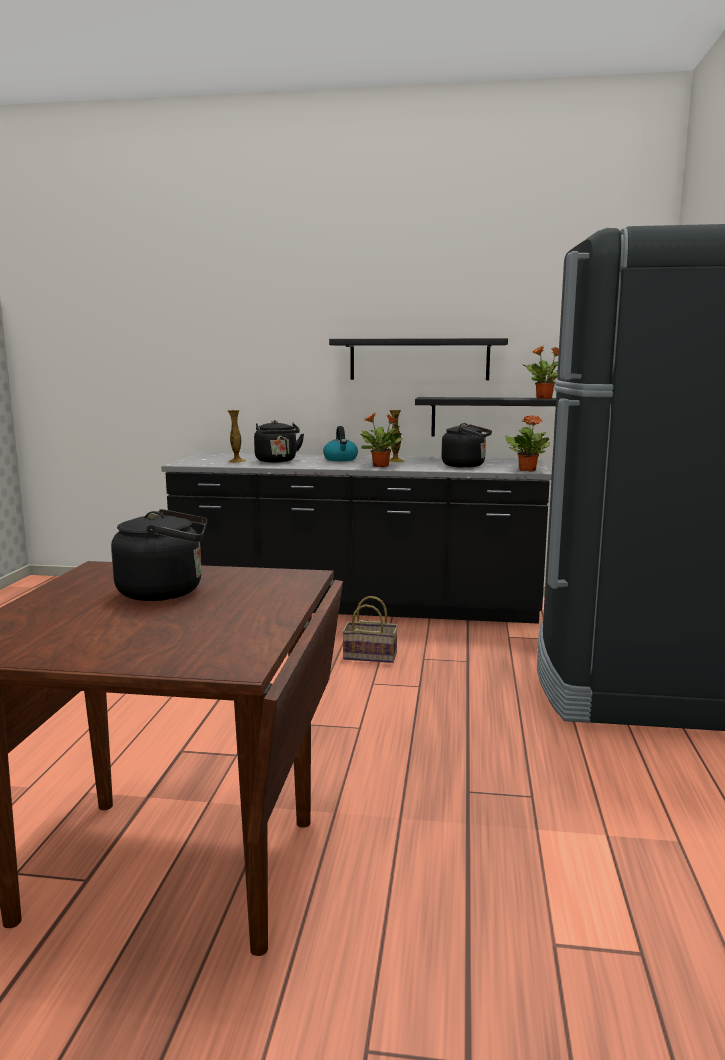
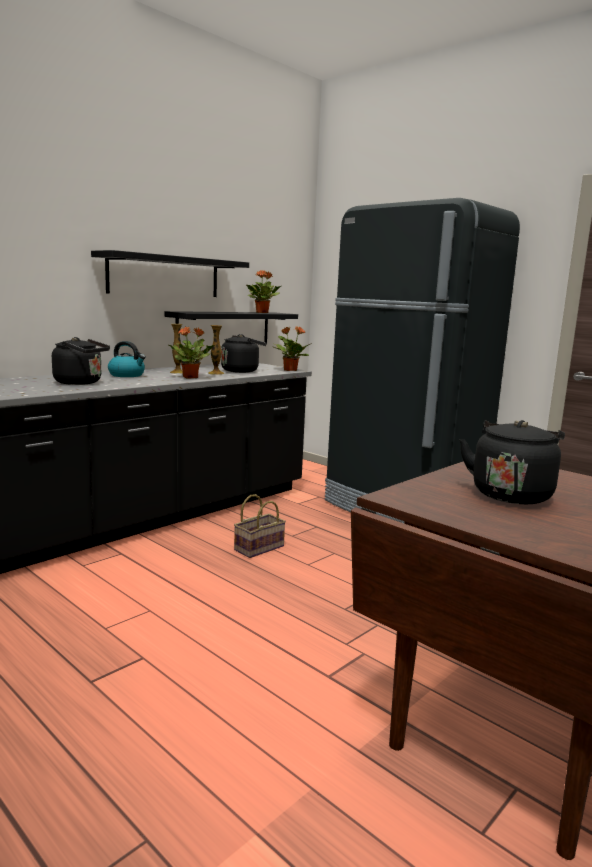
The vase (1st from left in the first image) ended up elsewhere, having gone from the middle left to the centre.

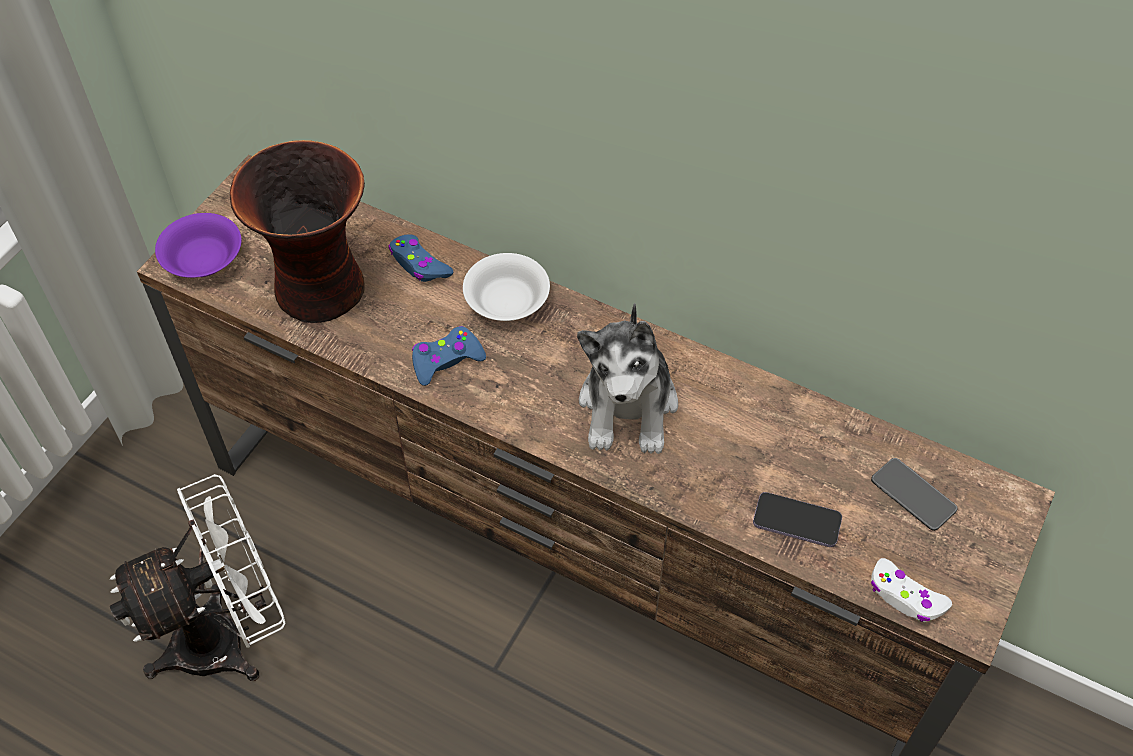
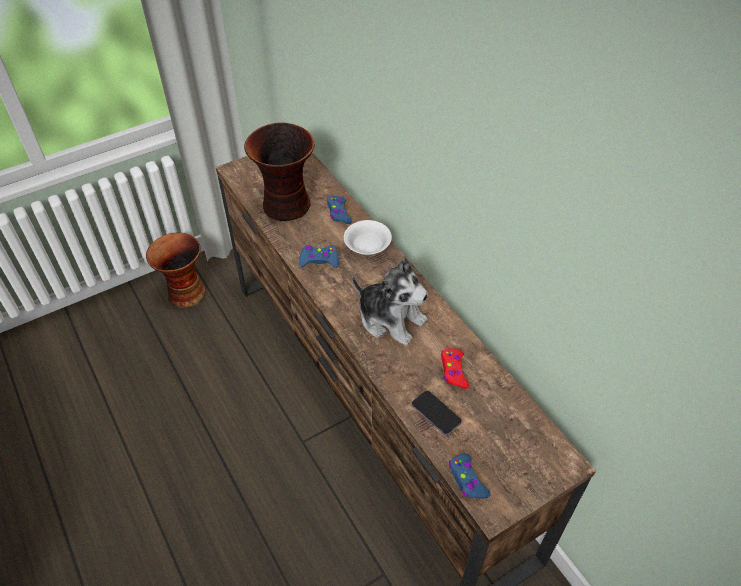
The second view lost the white fan at the bottom left.
The second view lost the purple bowl at the top left.
The second view lost the phone (2nd from left) at the middle right.
The second view gained the vase (1st from left) at the middle left.
The second view gained the red game controller at the centre.
What was the white game controller at the bottom right turned into the blue game controller (3rd from left) at the bottom centre.
The plush toy at the centre ended up facing another way, 90 degrees counterclockwise from before.

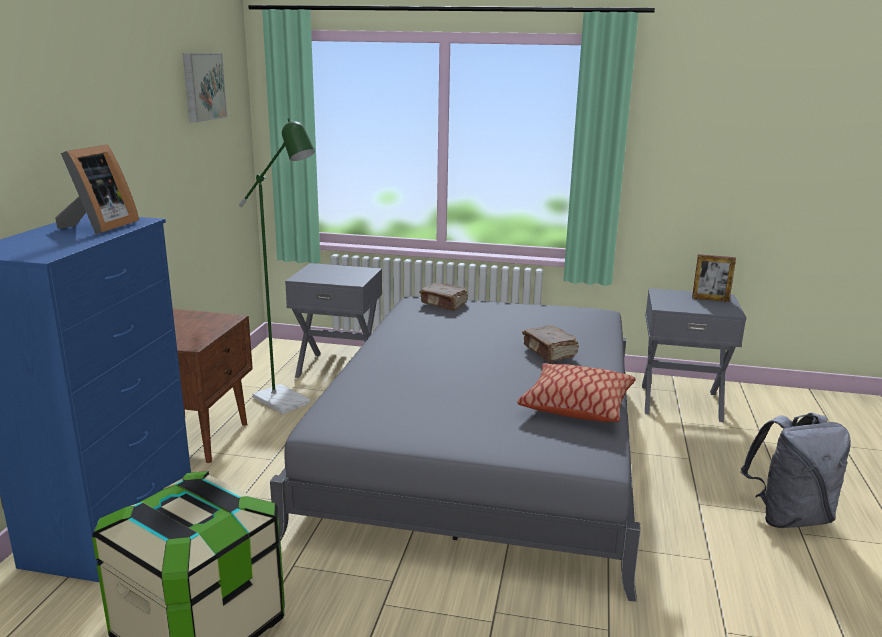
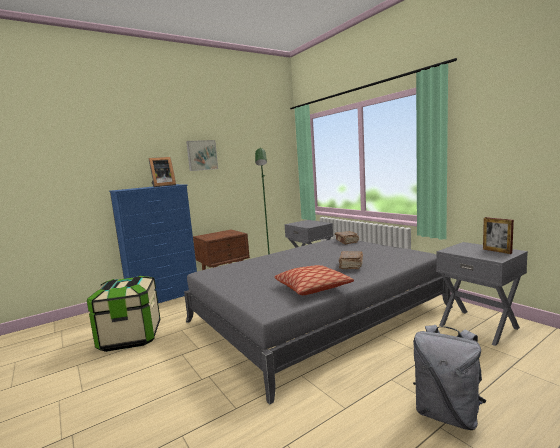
The picture ended up elsewhere, having gone from the top left to the centre.

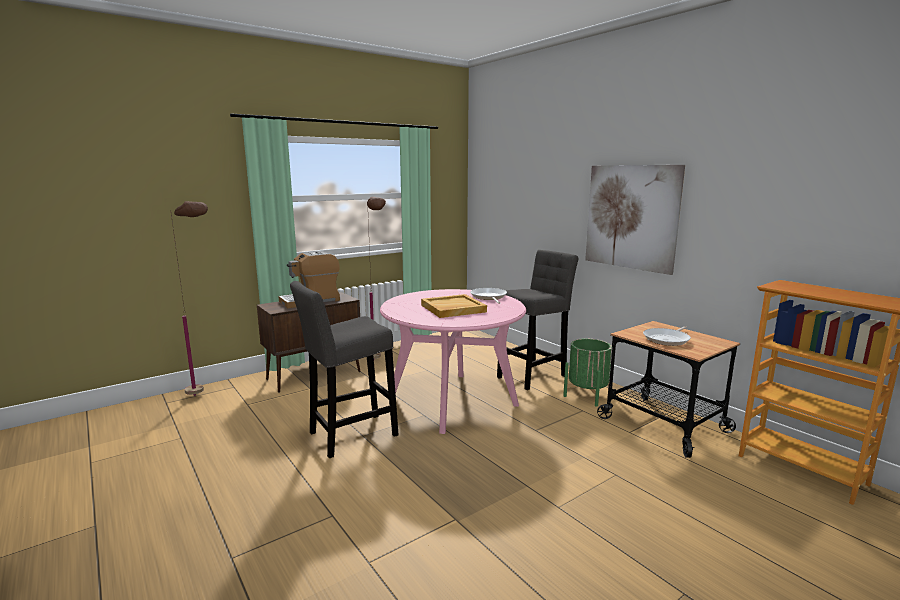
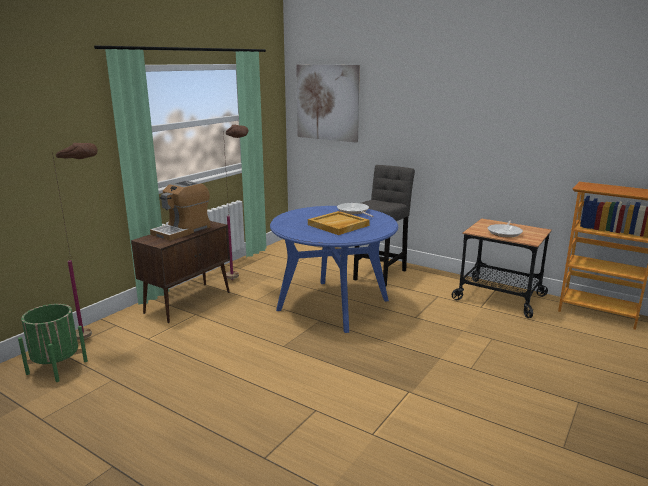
The second view lost the grey stool (1st from left) at the centre.
The green planter ended up elsewhere, having gone from the centre to the bottom left.
The picture ended up elsewhere, having gone from the middle right to the top centre.
What was the pink dining table at the centre turned into the blue dining table at the centre.

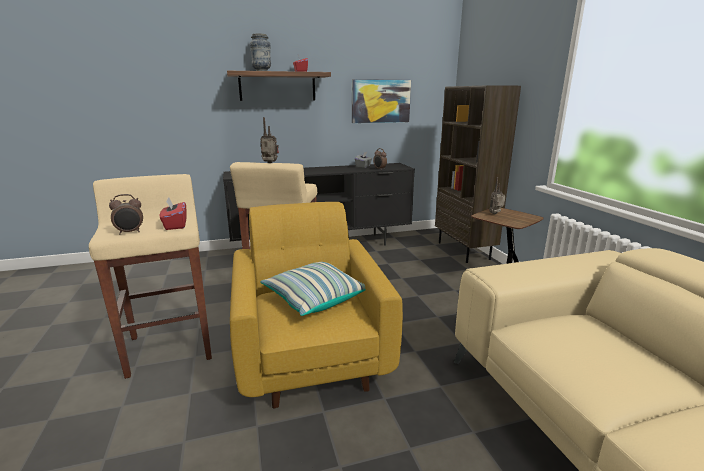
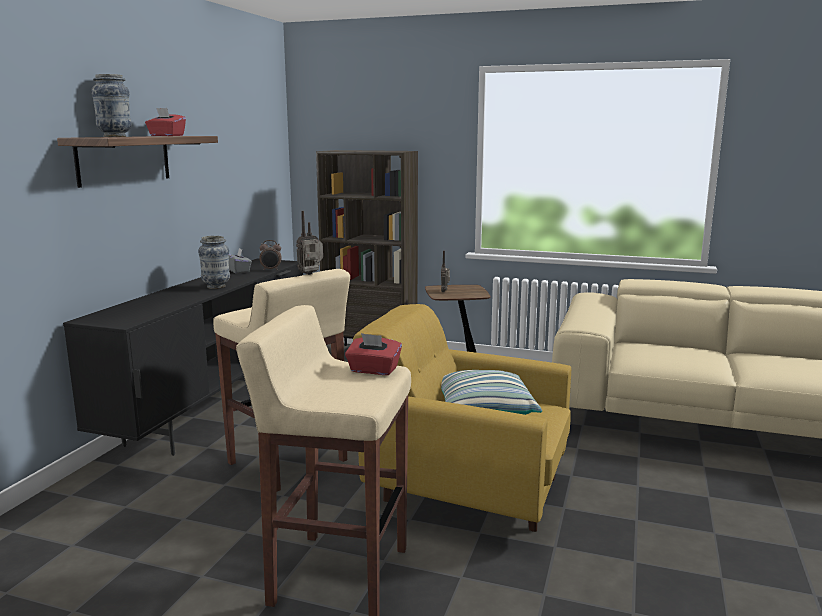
The second view lost the alarm clock (1st from left) at the middle left.
The second view lost the picture at the top centre.
The second view gained the vase (2nd from left) at the middle left.

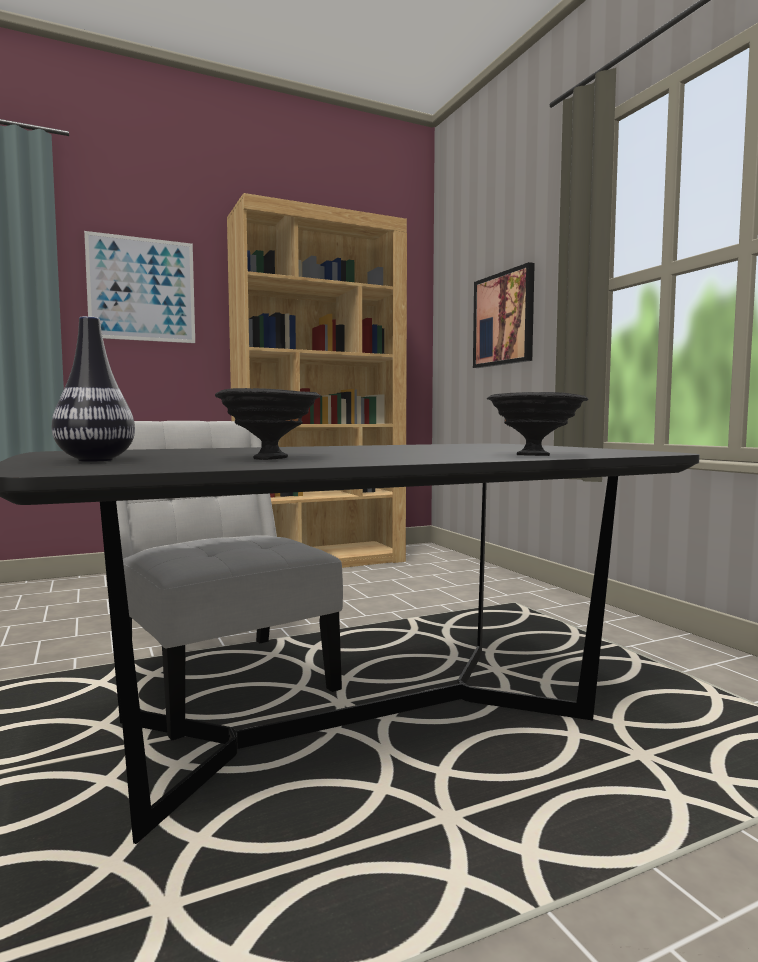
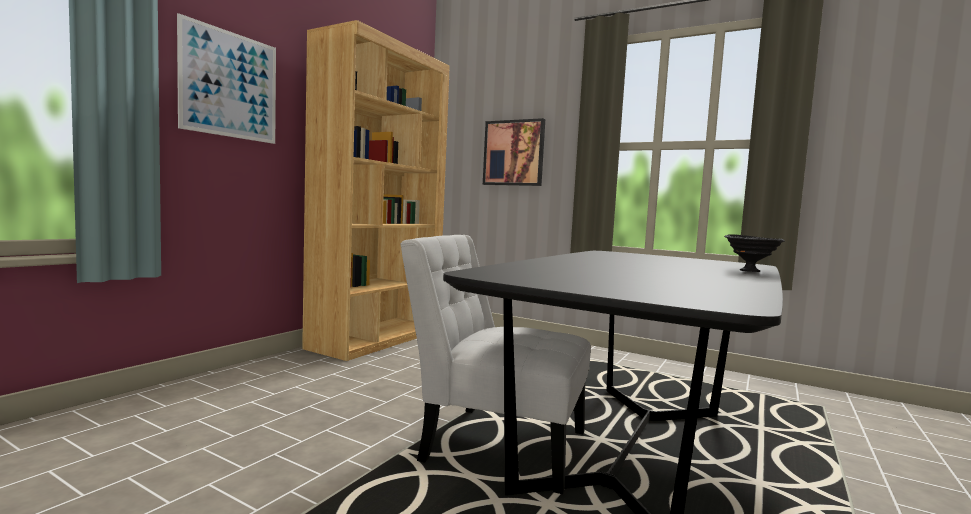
The second view lost the vase at the middle left.
The second view lost the black bowl (1st from left) at the centre.

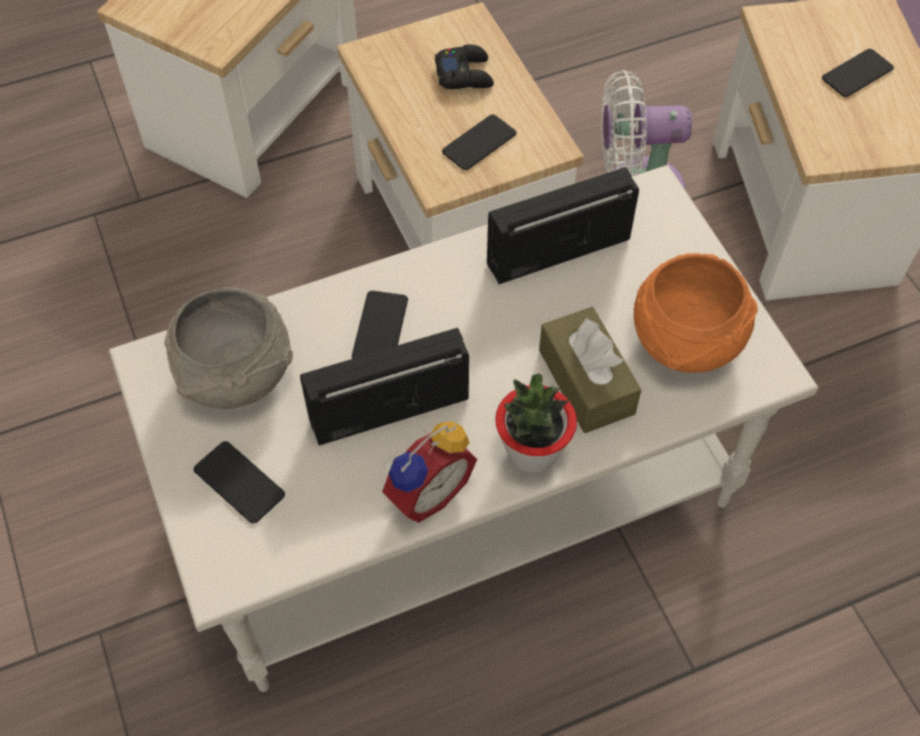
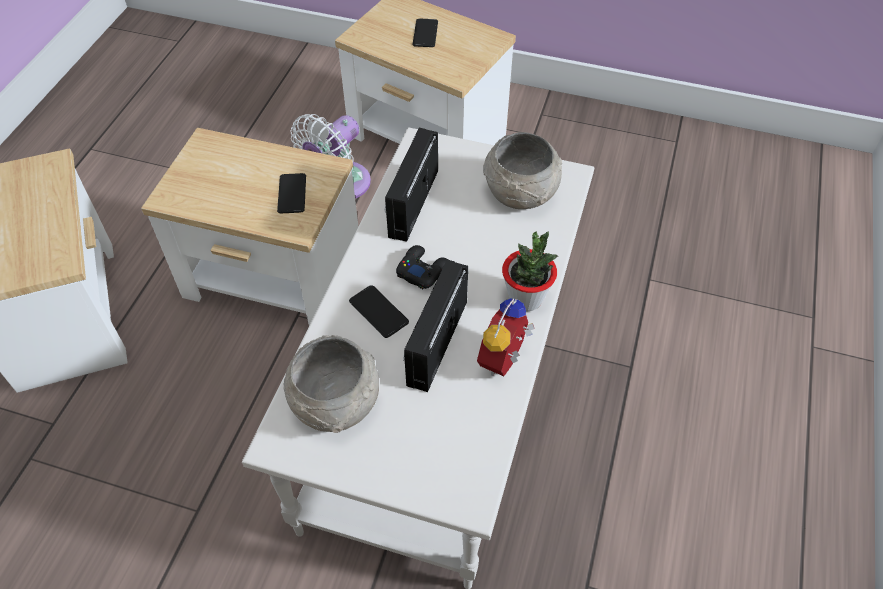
The second view lost the phone (1st from left) at the middle left.
The second view lost the brown tissue box at the centre.
The black game controller ended up elsewhere, having gone from the top centre to the centre.
What was the orange bowl at the middle right turned into the grey bowl (2nd from left) at the top centre.
The alarm clock at the centre ended up facing another way, 150 degrees counterclockwise from before.

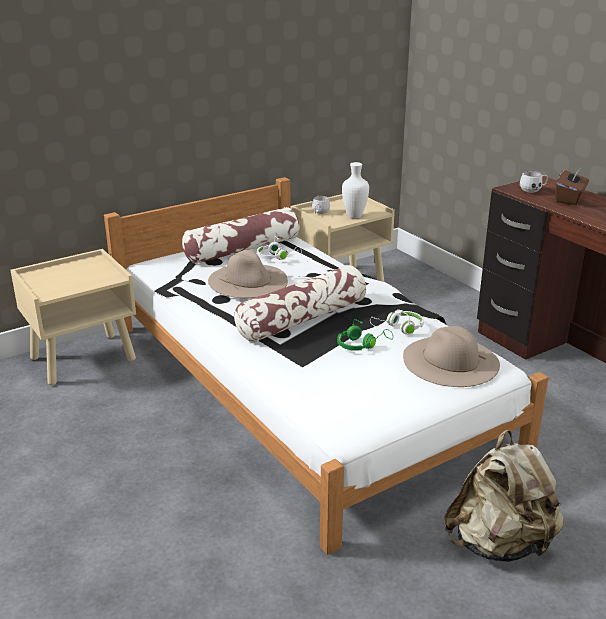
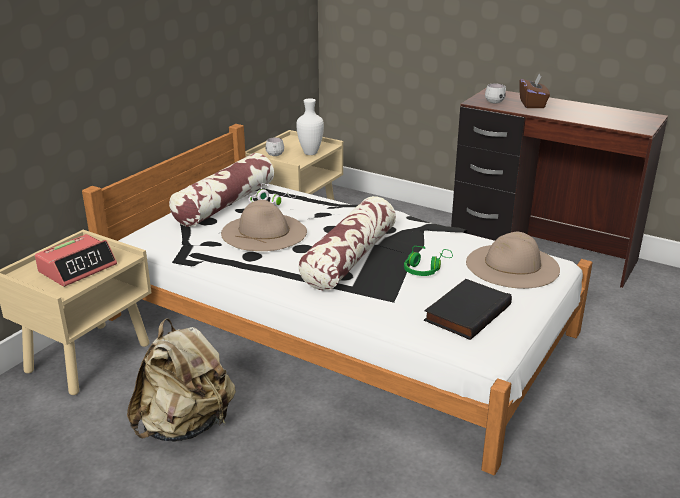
The second view lost the white headphones (2nd from left) at the centre.
The second view gained the alarm clock at the middle left.
The second view gained the black book at the middle right.
The beige backpack ended up elsewhere, having gone from the bottom right to the bottom left.

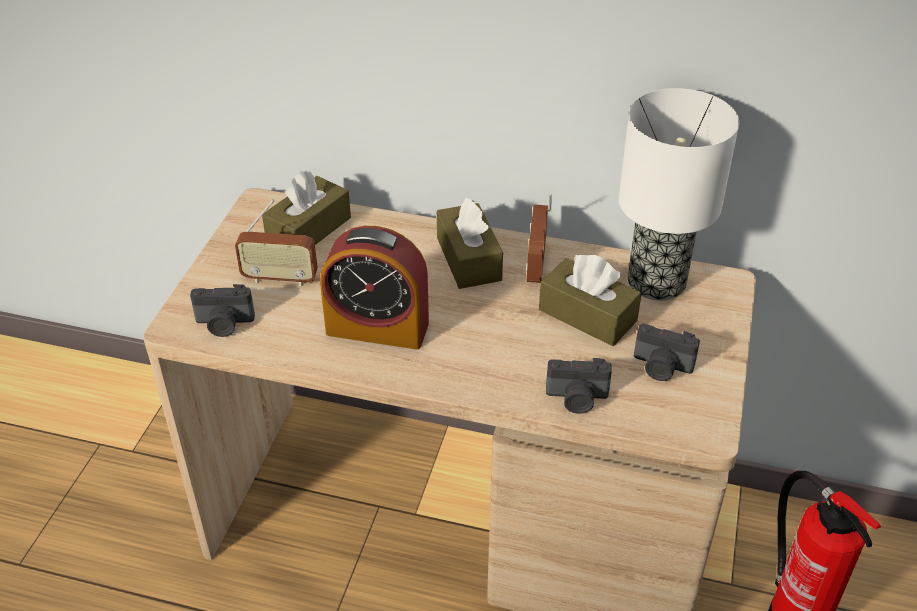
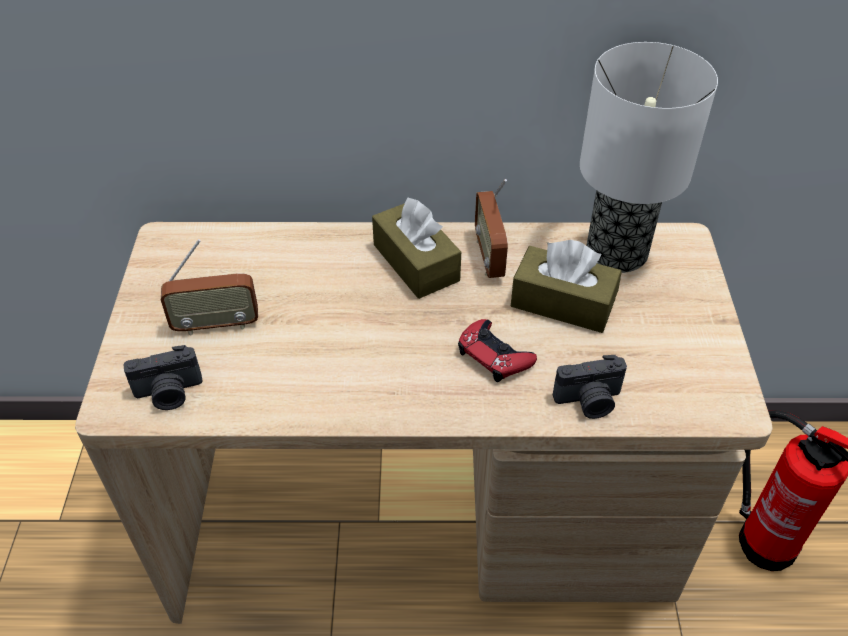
The second view lost the brown tissue box (1st from left) at the centre.
The second view lost the alarm clock at the centre.
The second view lost the photo camera (3rd from left) at the middle right.
The second view gained the red game controller at the centre.

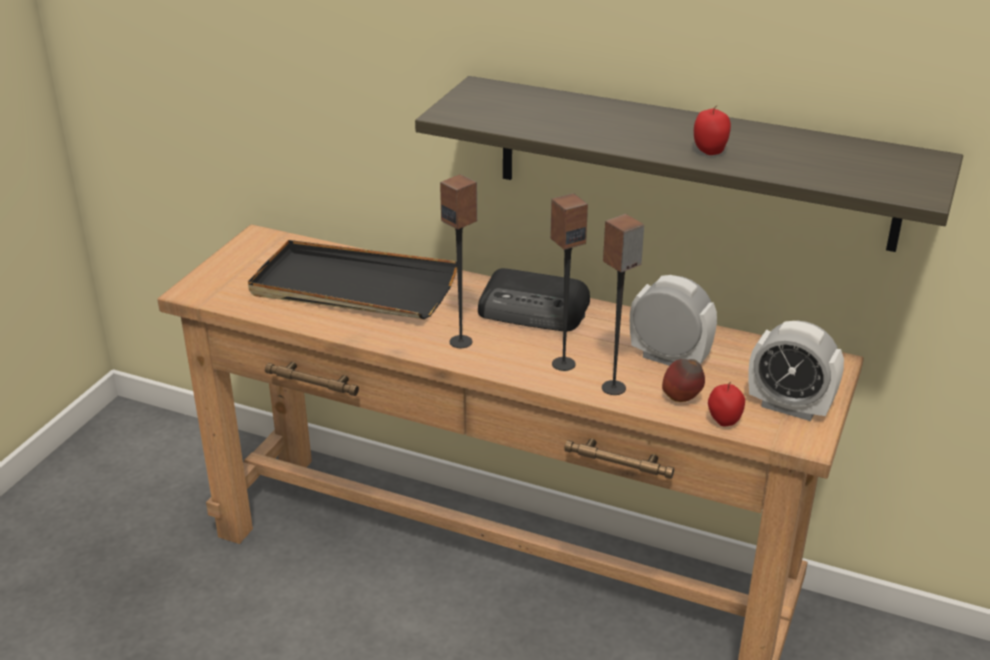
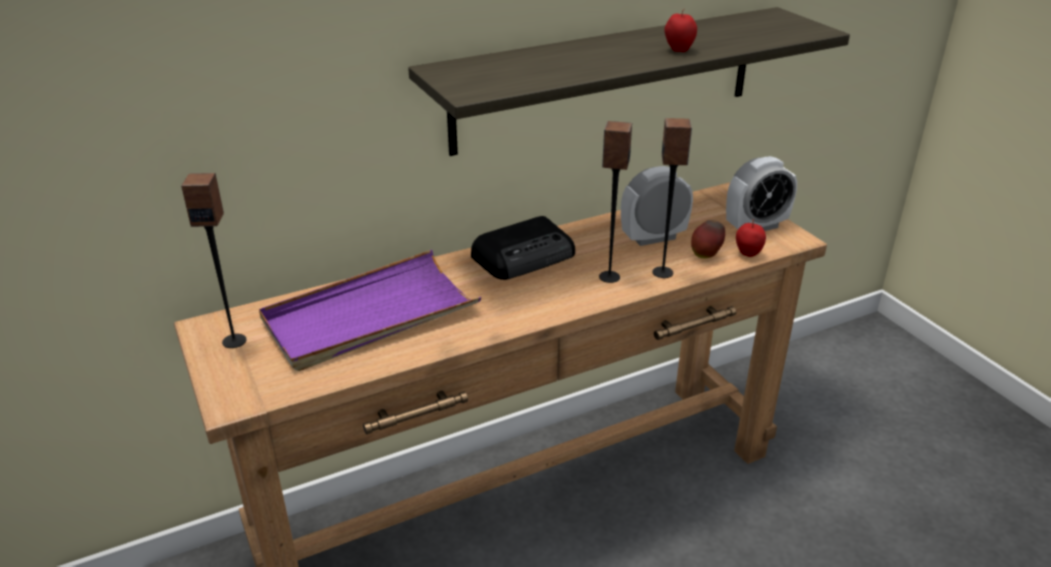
The speaker (1st from left) ended up elsewhere, having gone from the centre to the middle left.
What was the black tray at the centre turned into the purple tray at the centre.

